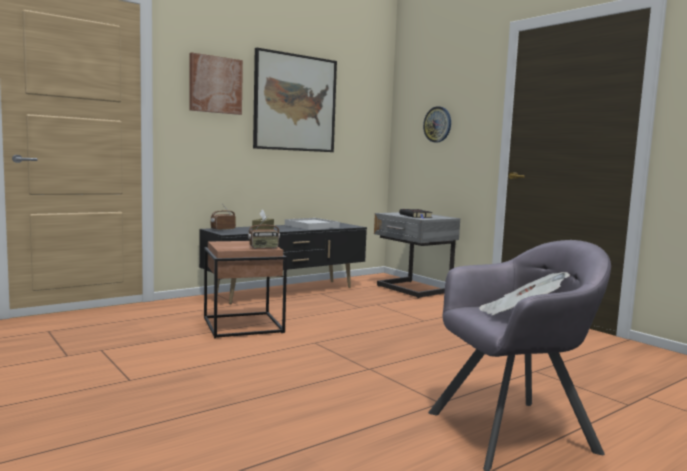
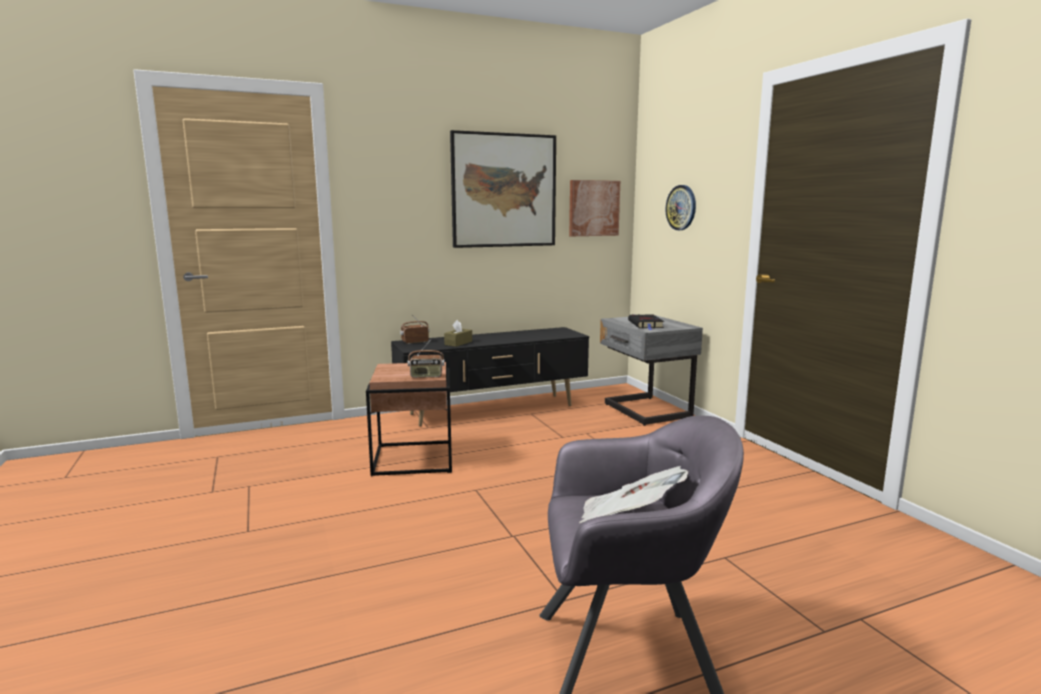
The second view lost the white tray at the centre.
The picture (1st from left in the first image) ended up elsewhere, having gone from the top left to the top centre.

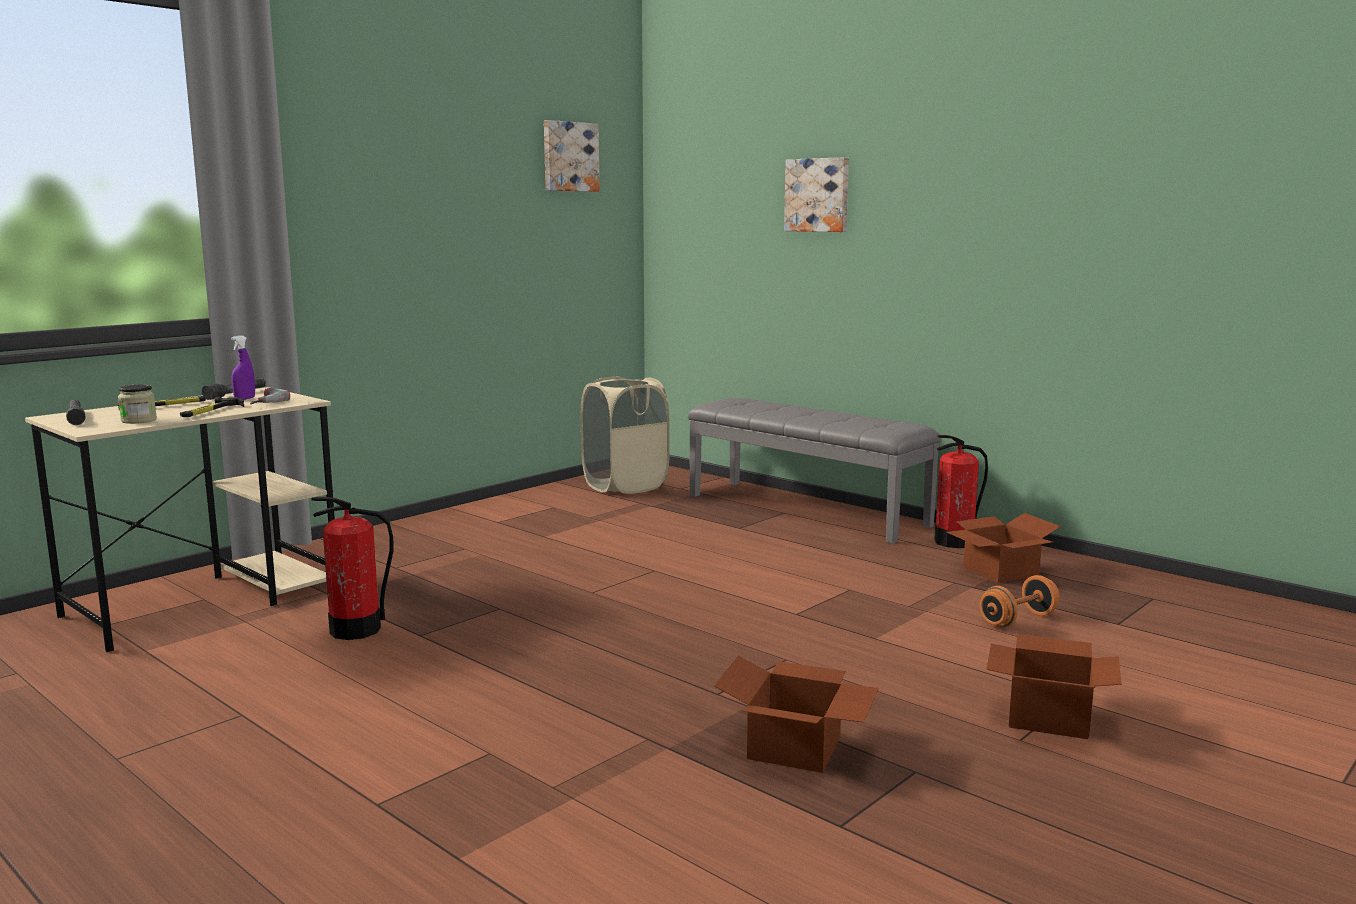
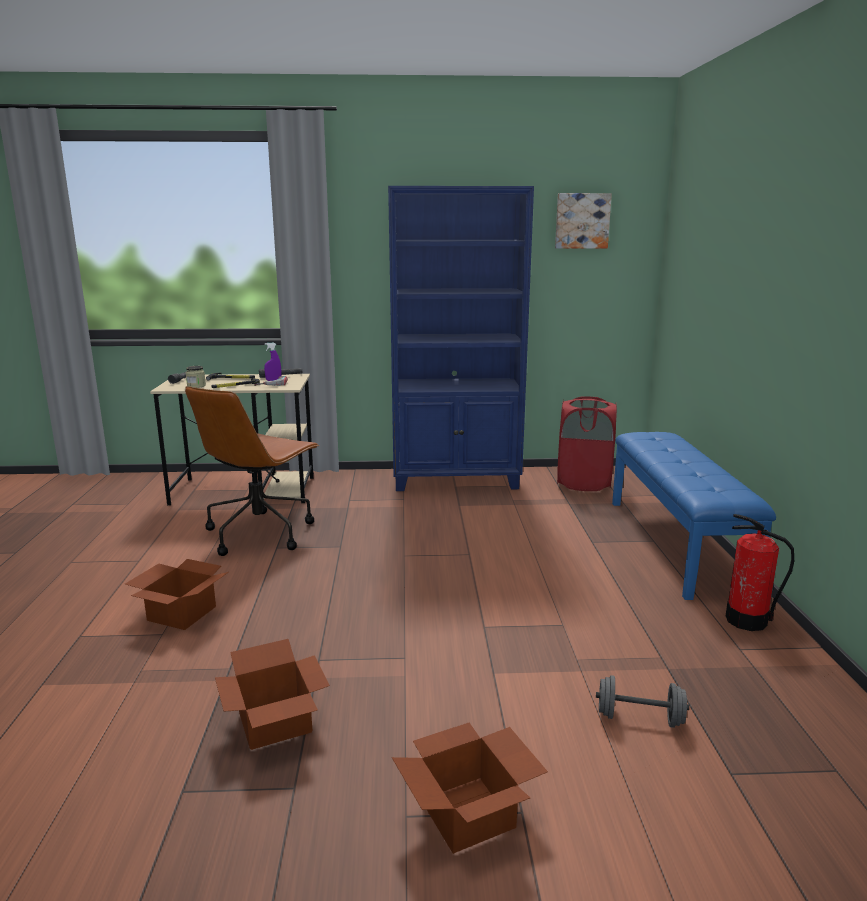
The second view lost the picture (2nd from left) at the top centre.
The second view gained the blue bookcase at the centre.
The cardboard box (2nd from left in the first image) ended up elsewhere, having gone from the middle right to the middle left.
Where the fire extinguisher (1st from left) stood at the middle left, the brown office chair came to stand at the middle left.
What was the beige laundry basket at the centre turned into the red laundry basket at the middle right.
What was the grey bench at the centre turned into the blue bench at the middle right.
What was the orange dumbbell at the middle right turned into the grey dumbbell at the bottom right.

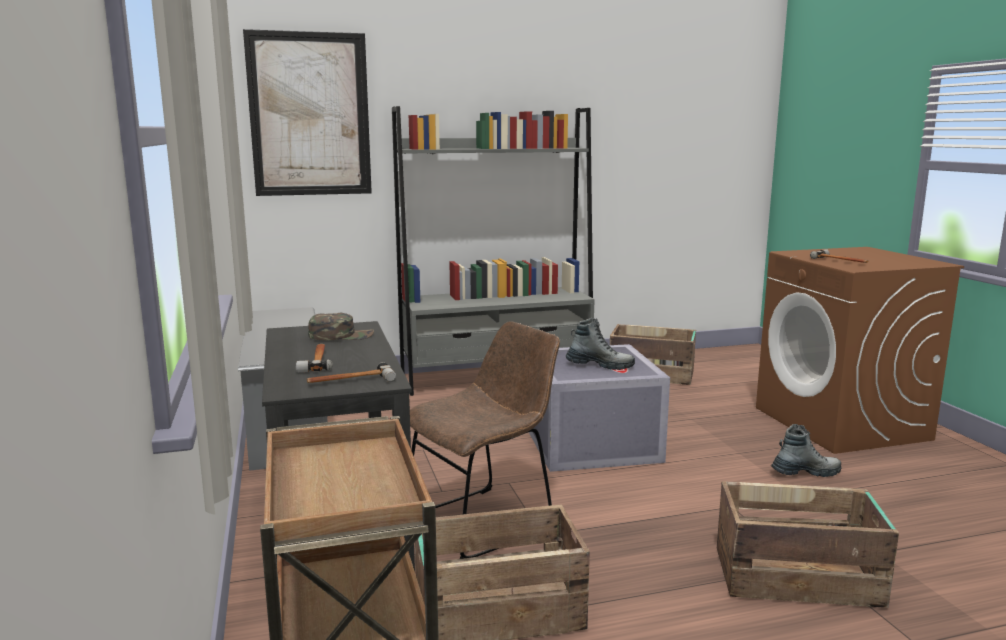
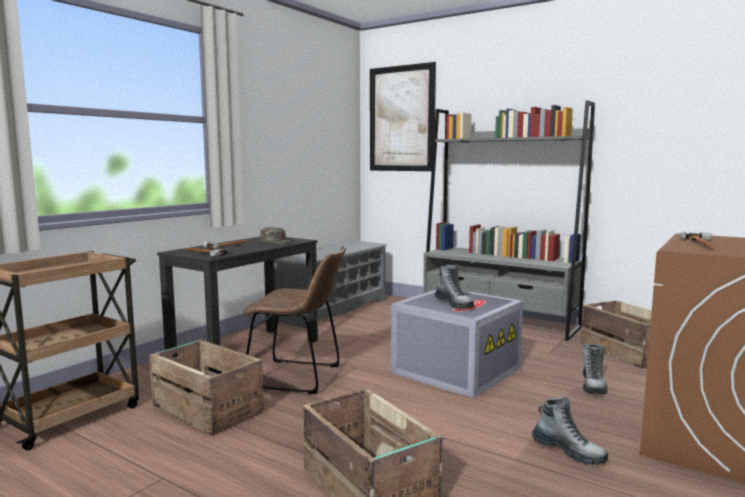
The second view gained the boot (3rd from left) at the bottom right.

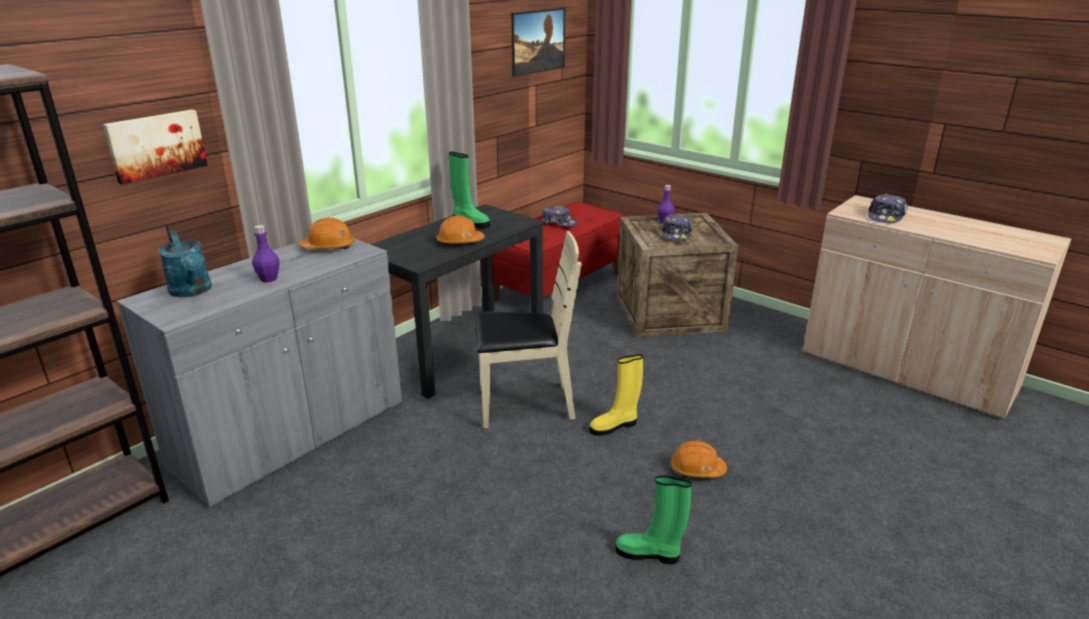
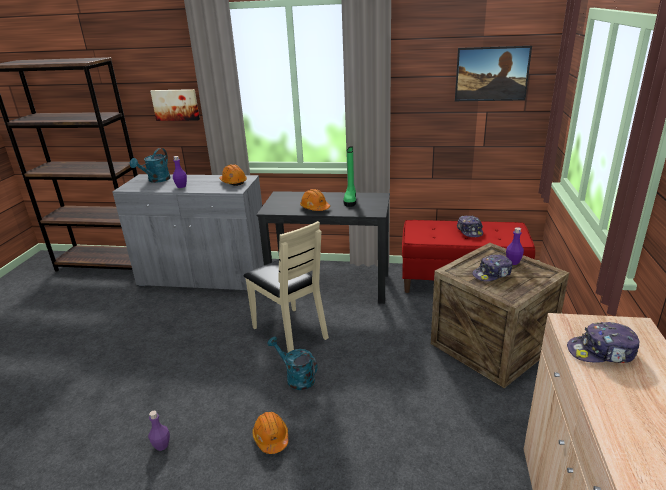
Where the yellow boot stood at the centre, the turquoise watering can (2nd from left) came to stand at the bottom centre.
Where the green boot (2nd from left) stood at the bottom centre, the purple bottle (1st from left) came to stand at the bottom left.

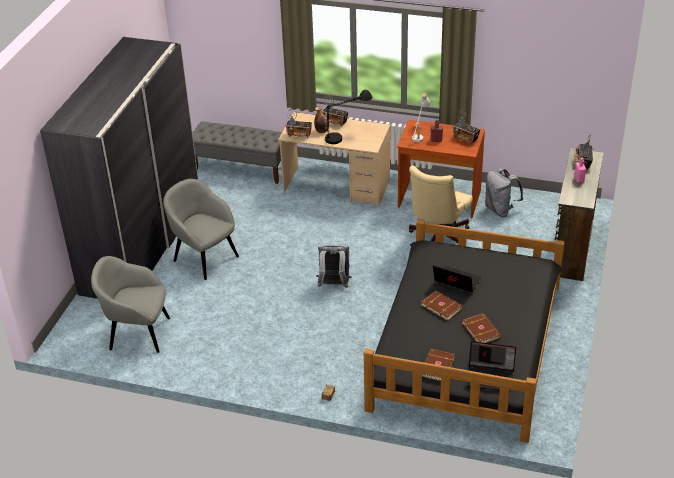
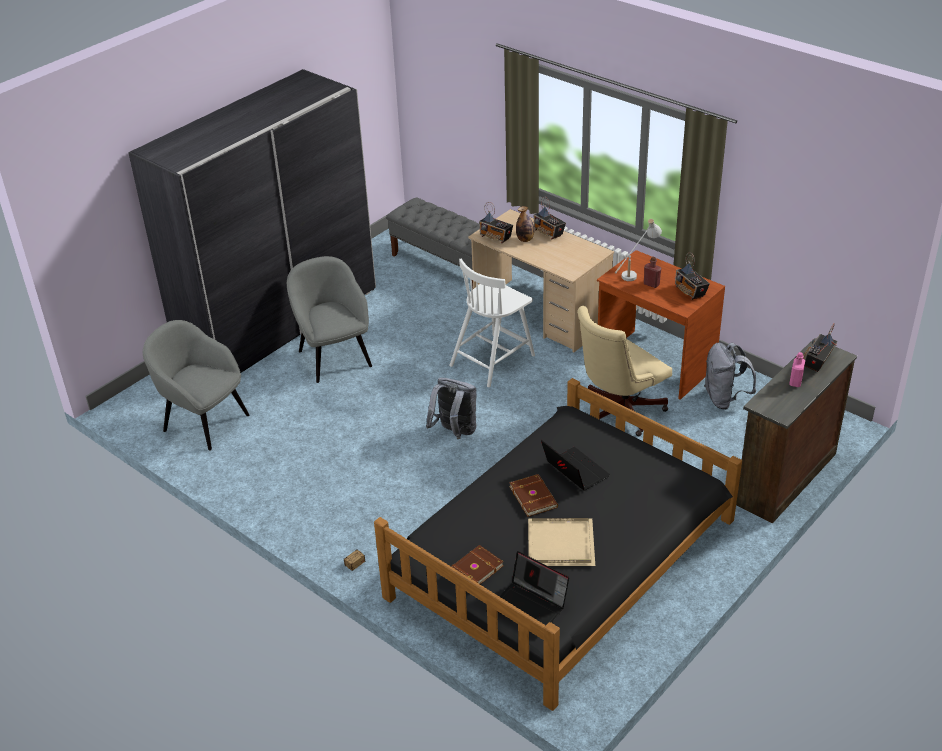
The second view lost the black table lamp at the top centre.
The second view gained the white chair at the centre.
Where the brown book (3rd from left) stood at the bottom right, the beige tray came to stand at the bottom centre.

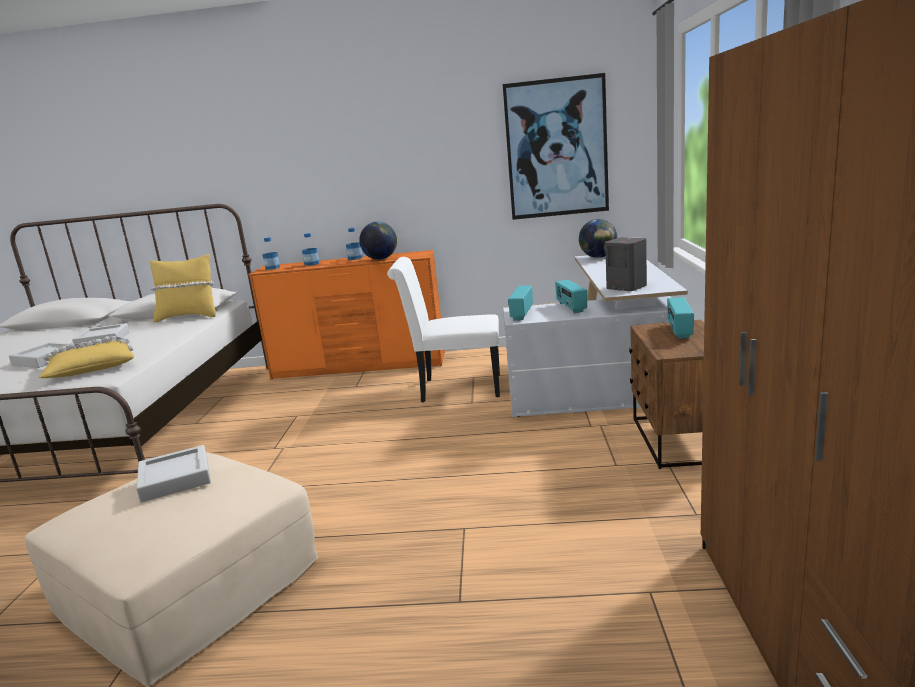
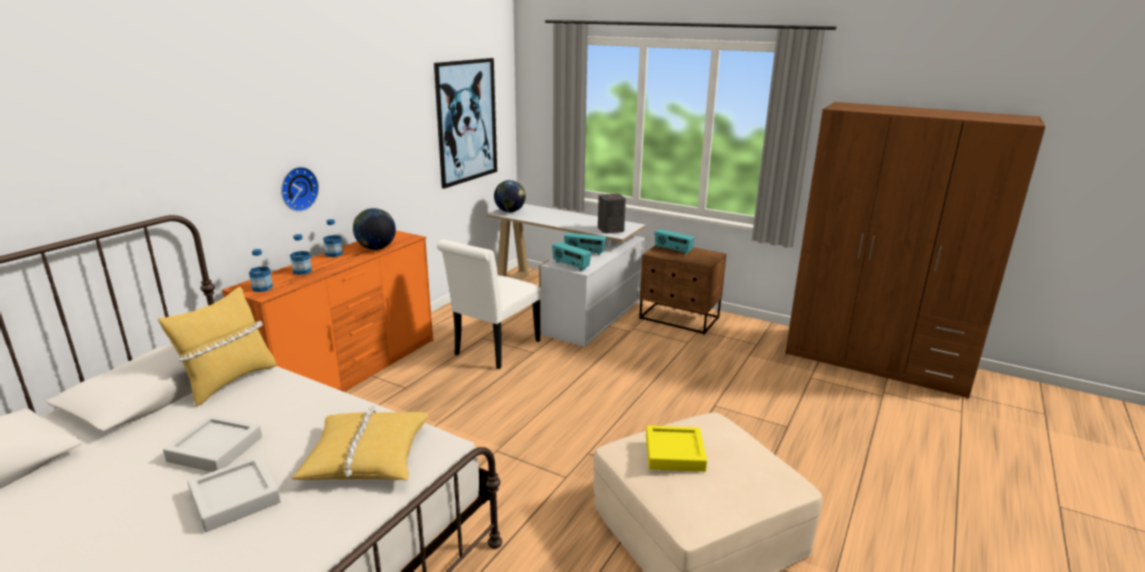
The second view gained the wall clock at the top left.
What was the grey tray (3rd from left) at the bottom left turned into the yellow tray at the bottom centre.

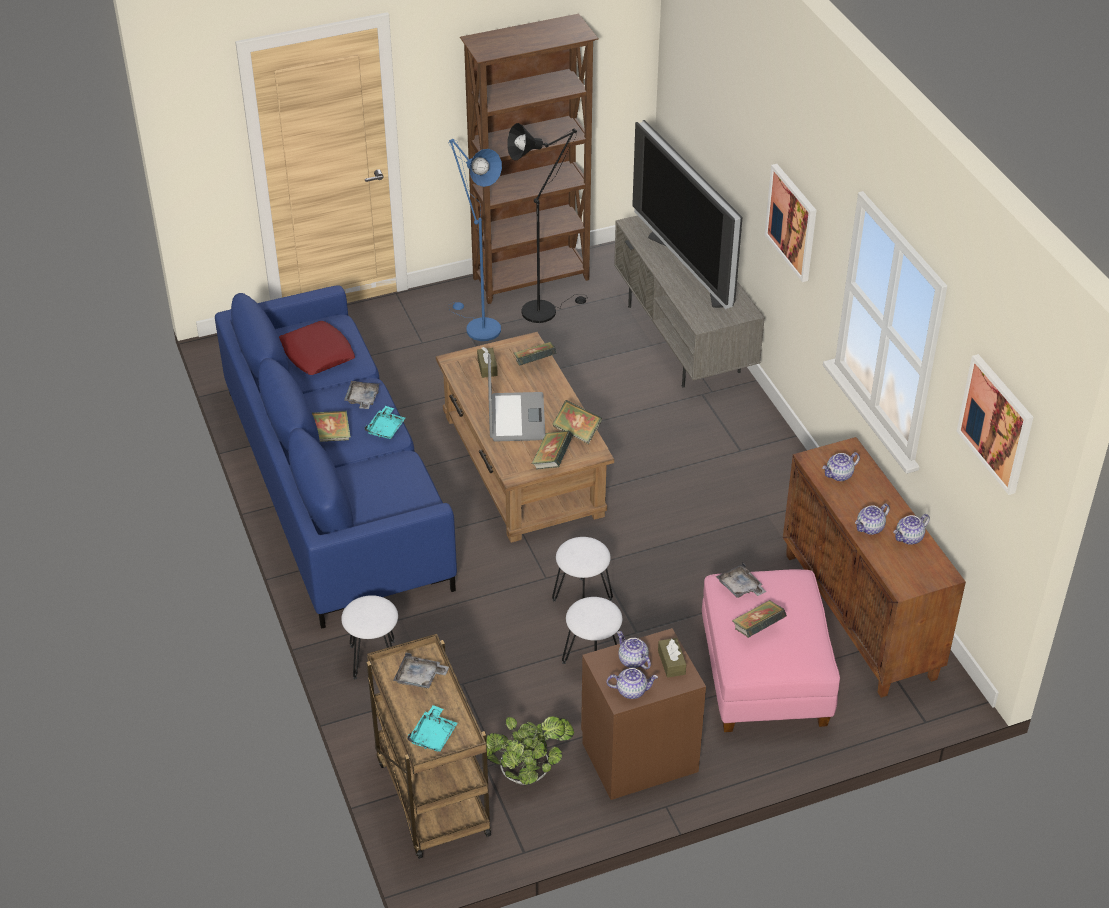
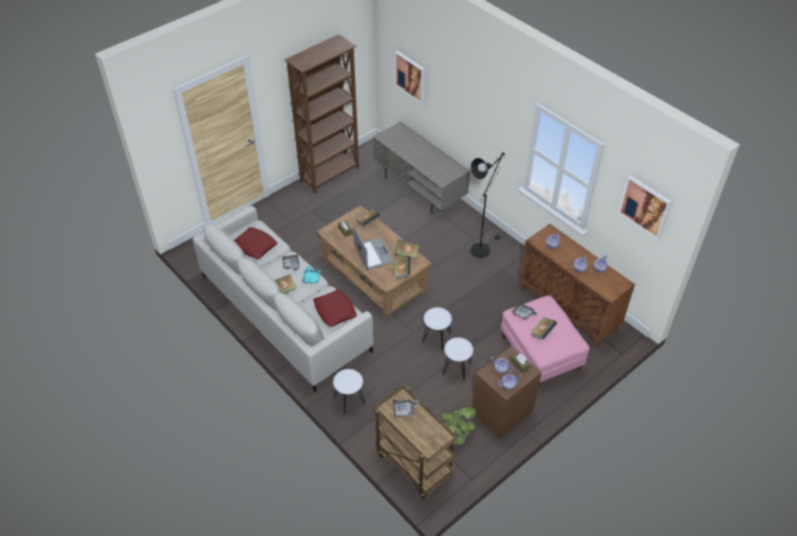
The second view lost the turquoise tray (2nd from left) at the bottom centre.
The second view lost the blue floor lamp at the top centre.
The second view lost the television at the top centre.
The second view gained the red pillow (2nd from left) at the centre.
The black floor lamp ended up elsewhere, having gone from the top centre to the centre.
The picture (1st from left) ended up elsewhere, having gone from the top right to the top centre.
What was the blue sofa at the middle left turned into the grey sofa at the centre.

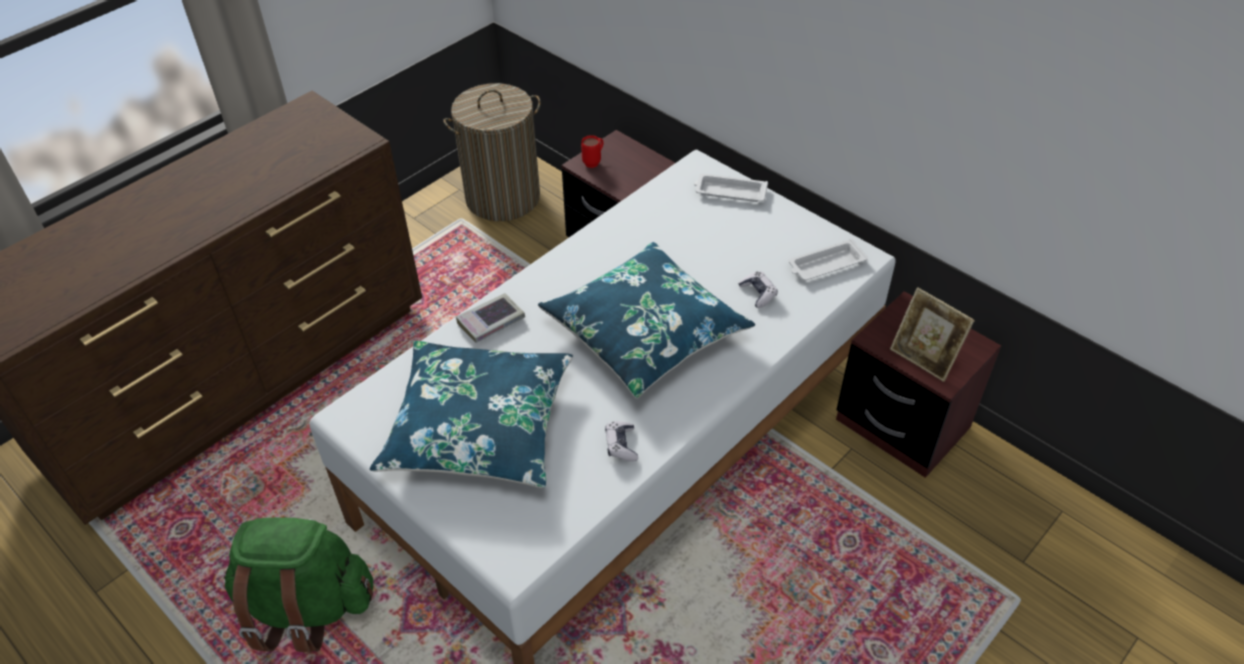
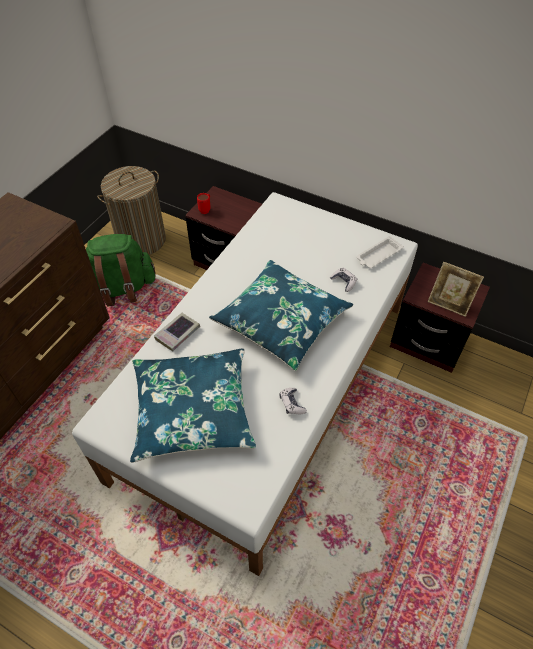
The second view lost the white tray (1st from left) at the top centre.
The green backpack ended up elsewhere, having gone from the bottom left to the middle left.

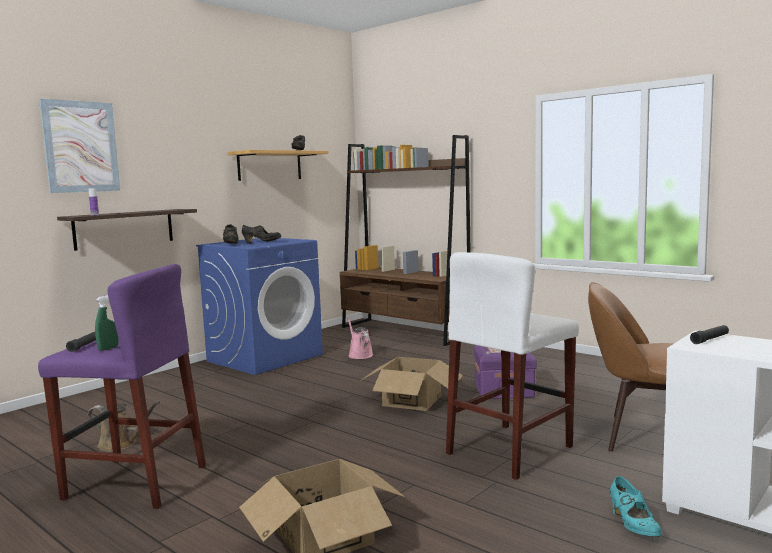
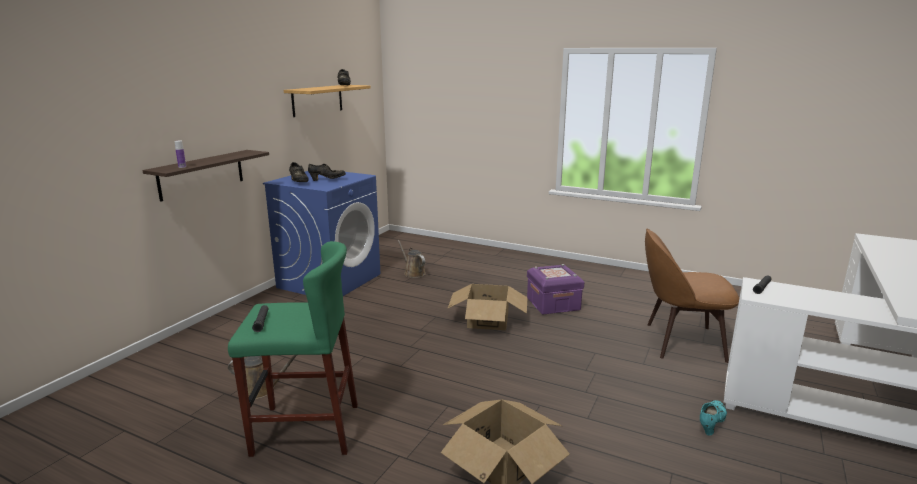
The second view lost the picture at the top left.
The second view lost the green spray bottle at the middle left.
The second view lost the brown bookcase at the centre.
The second view lost the white stool at the centre.
What was the purple stool at the bottom left turned into the green stool at the bottom left.
What was the pink watering can at the centre turned into the brown watering can (2nd from left) at the centre.
The turquoise shoe at the bottom right ended up facing another way, 120 degrees counterclockwise from before.

